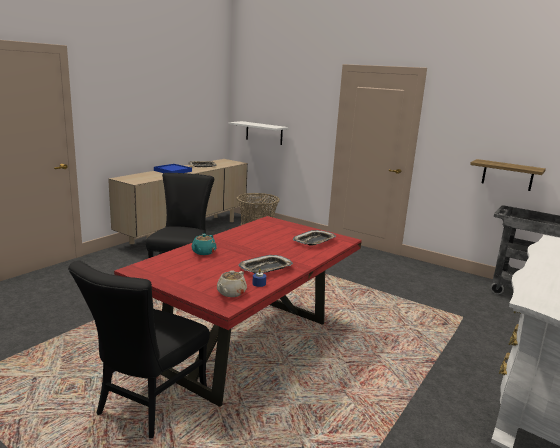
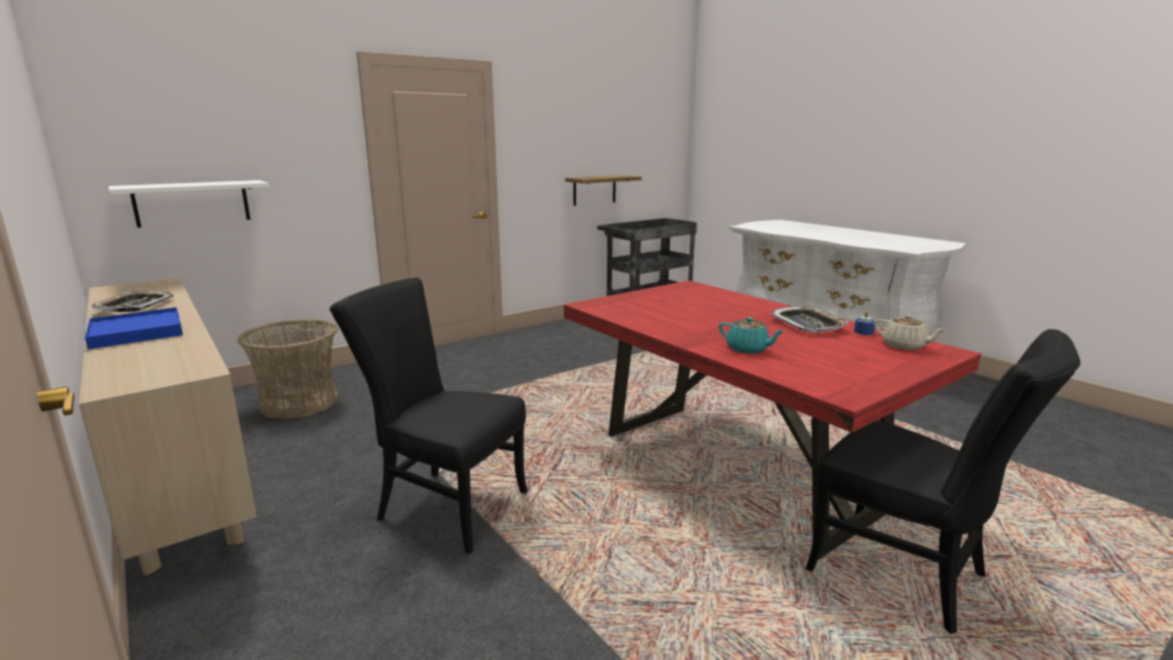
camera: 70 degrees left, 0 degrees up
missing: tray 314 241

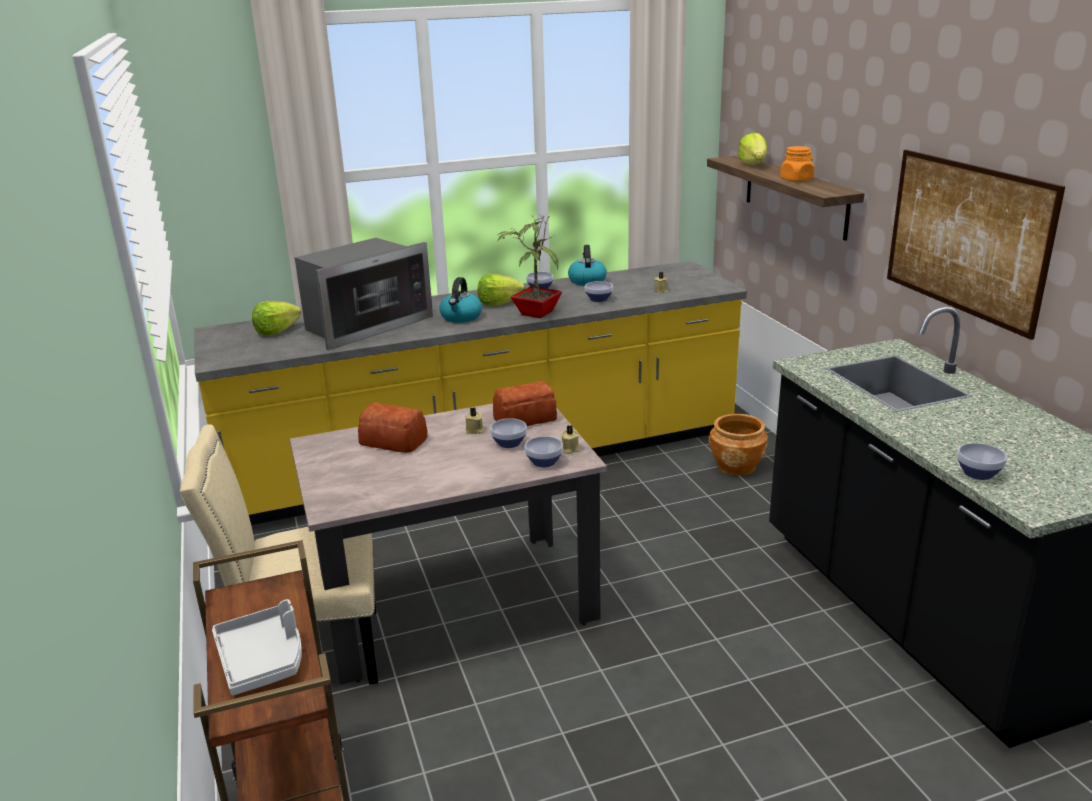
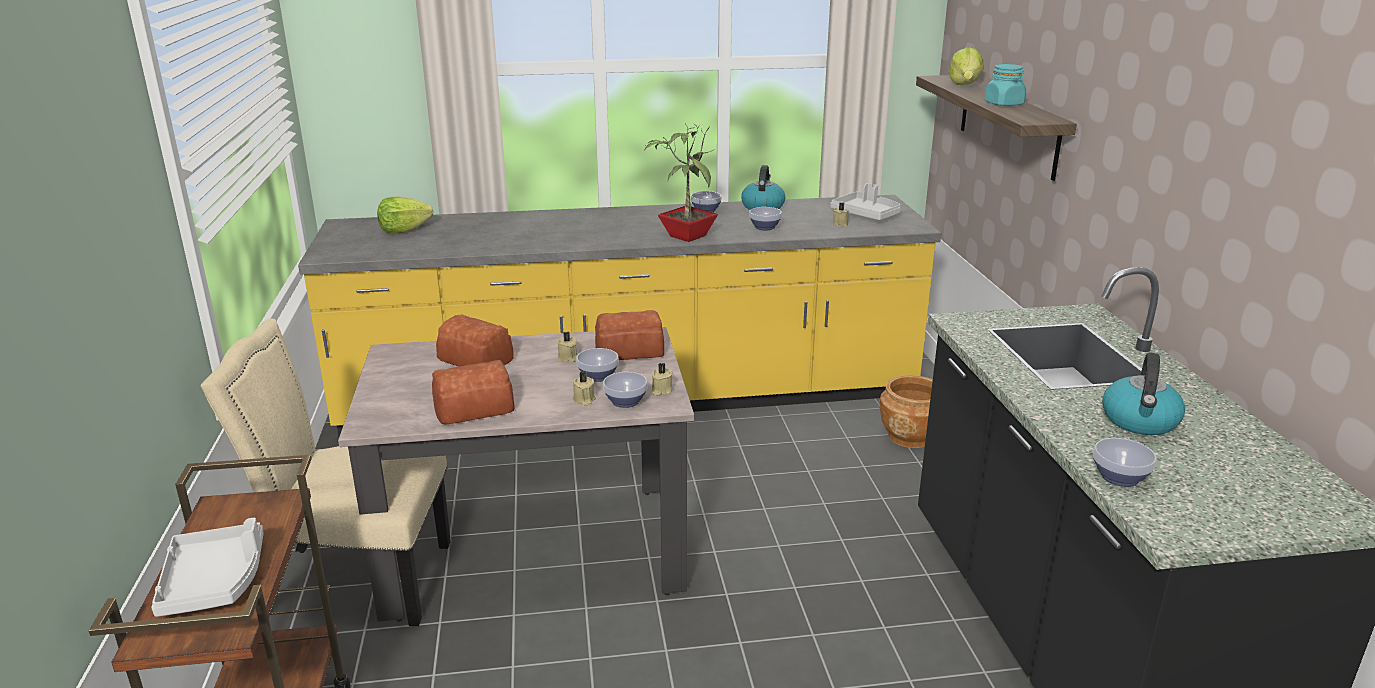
camera: 10 degrees right, 0 degrees up
missing: picture 966 238; microwave 364 325; lettuce 498 303
appeared: tray in grey 866 215; bread 472 408; candle in beige 584 400
relocated: kettle 461 317 to 1140 421
colour: jar in orange 796 179 to jar in turquoise 1004 104

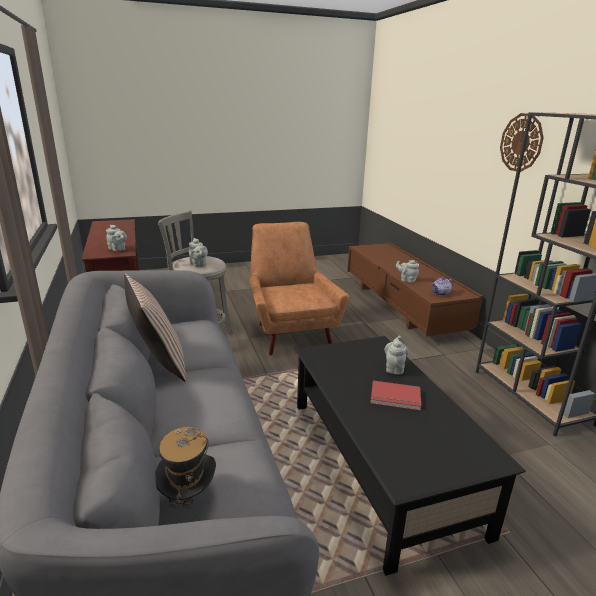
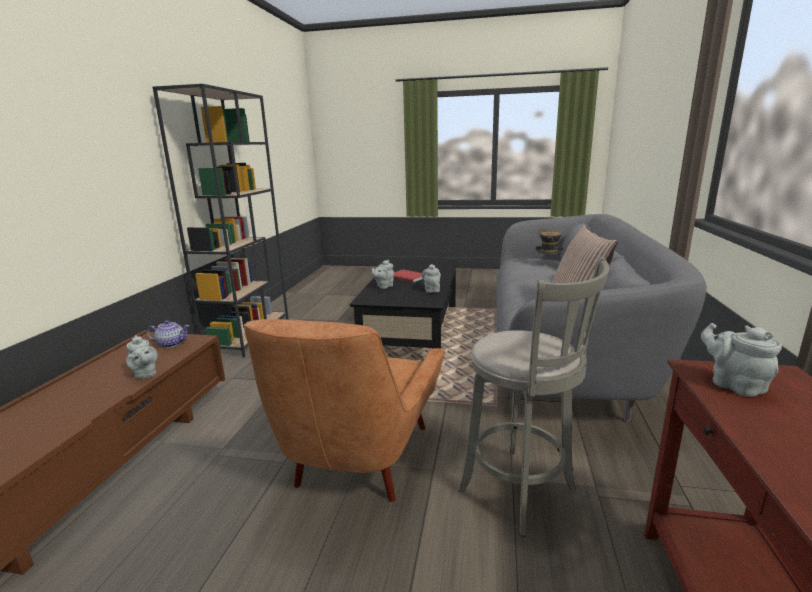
camera: 150 degrees left, 5 degrees down
missing: wall clock 521 142
relocated: teapot in grey 198 264 to 431 290

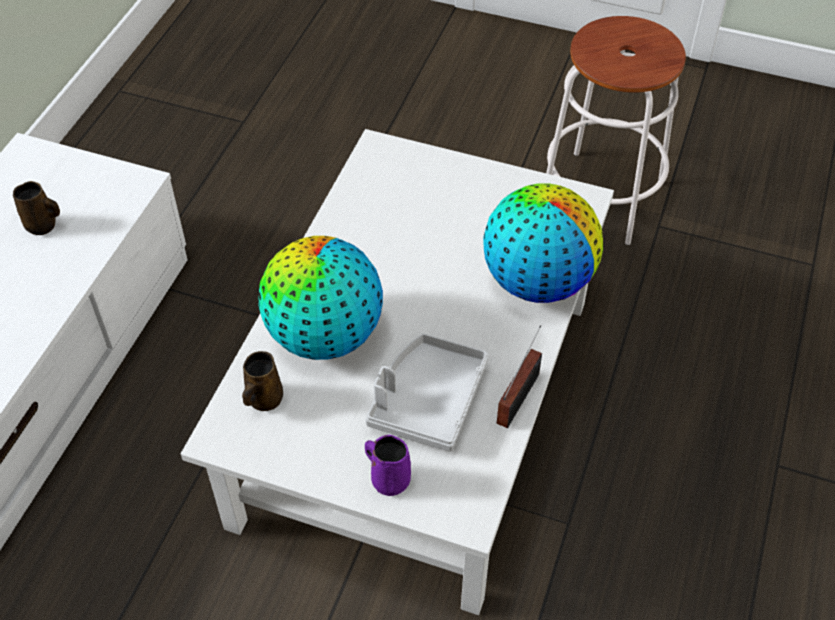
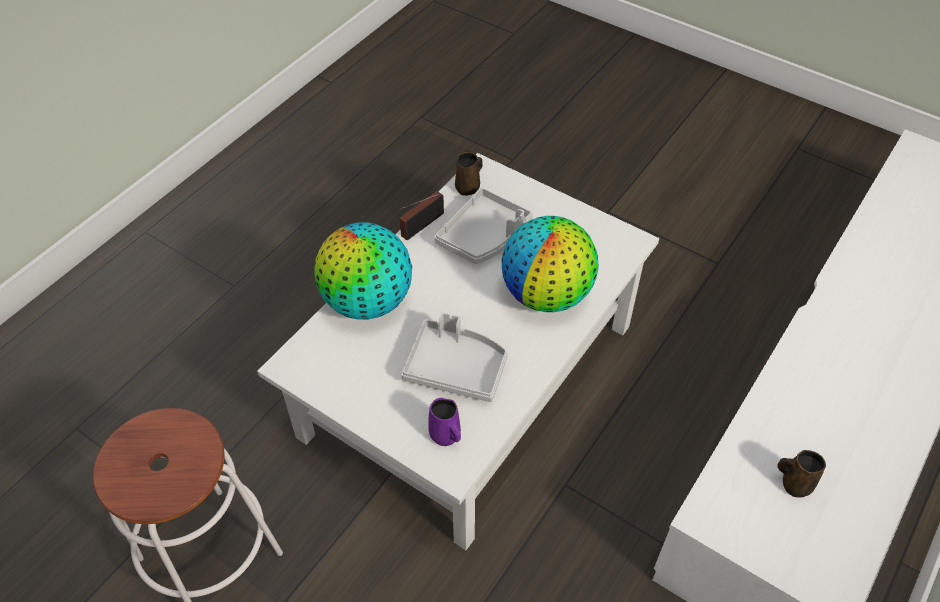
camera: 165 degrees left, 0 degrees up
appeared: tray in grey 456 368
relocated: mug in brown 263 399 to 468 187; mug in purple 389 479 to 446 436

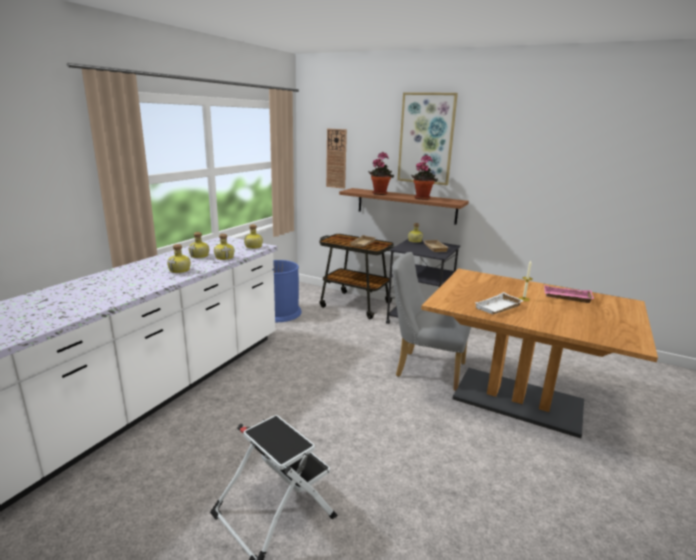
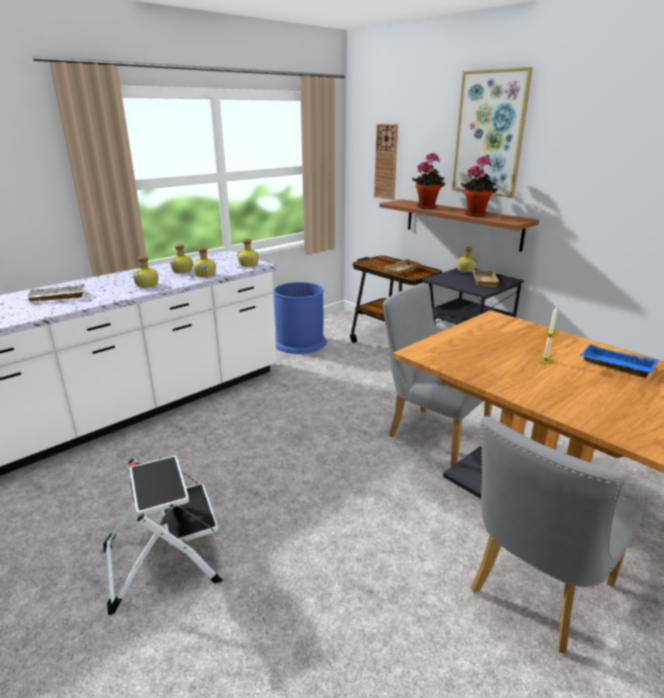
camera: 20 degrees right, 5 degrees up
appeared: chair in grey 534 593
relocated: tray in white 499 308 to 56 297
colour: tray in pink 566 297 to tray in blue 615 365

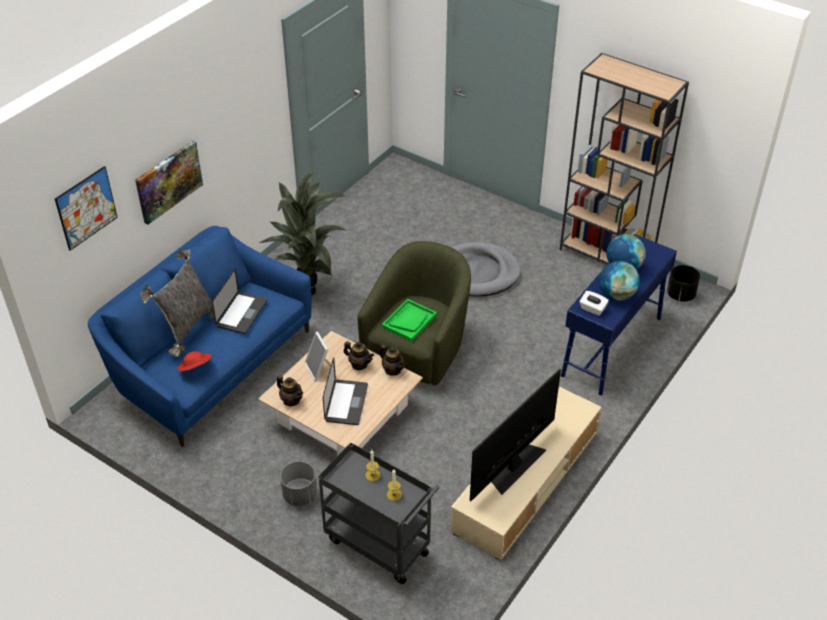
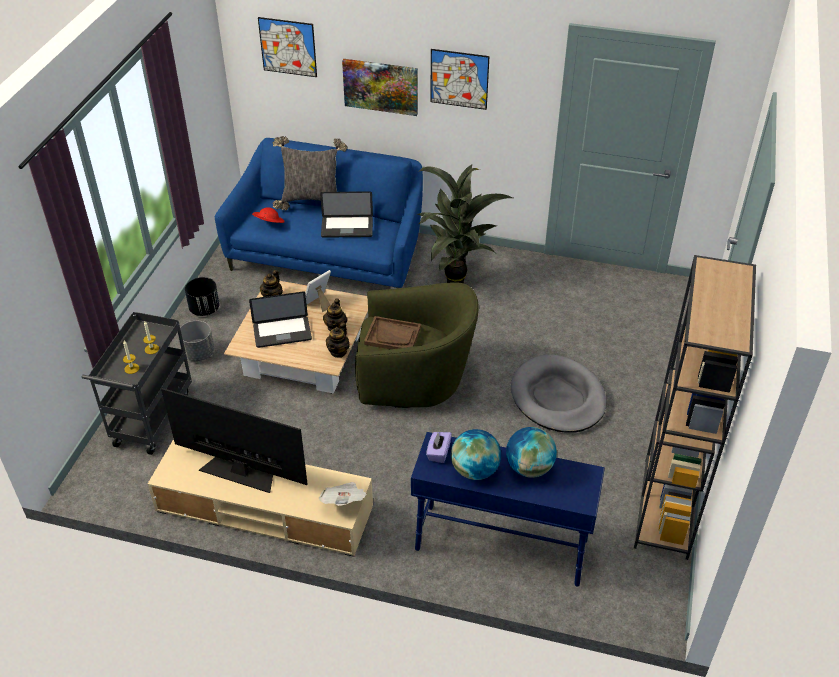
camera: 70 degrees right, 0 degrees up
appeared: picture 459 79; newspaper 344 501
relocated: planter in black 680 295 to 204 309
colour: tissue box in white 592 309 to tissue box in purple 438 453; tray in green 409 321 to tray in brown 393 336

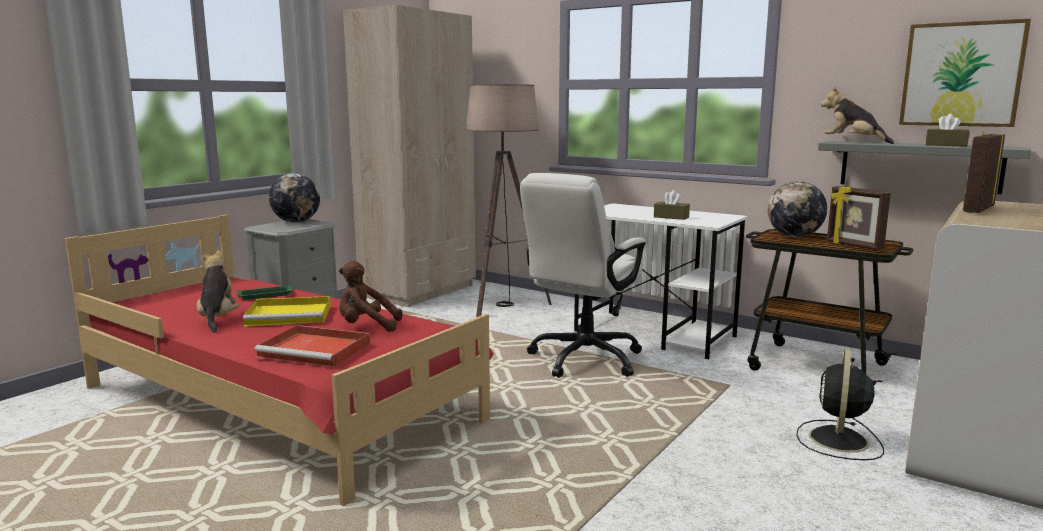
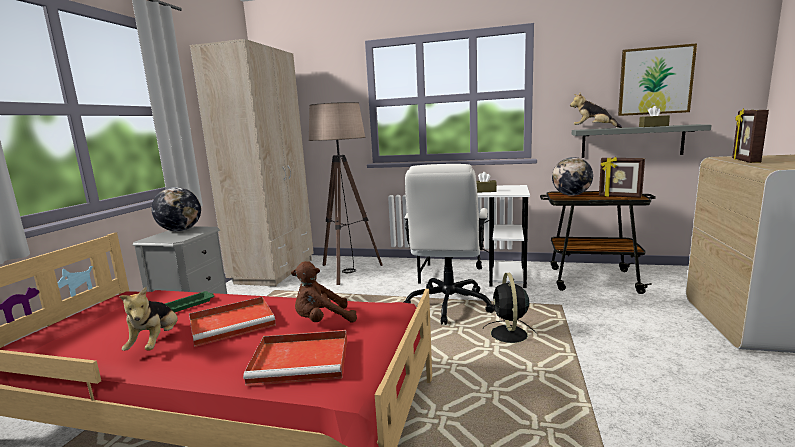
camera: 20 degrees left, 0 degrees up
relocated: fan in black 838 440 to 509 335
colour: tray in yellow 291 315 to tray in red 234 323
spun: plush toy 218 319 = 156 343 150 degrees counterclockwise

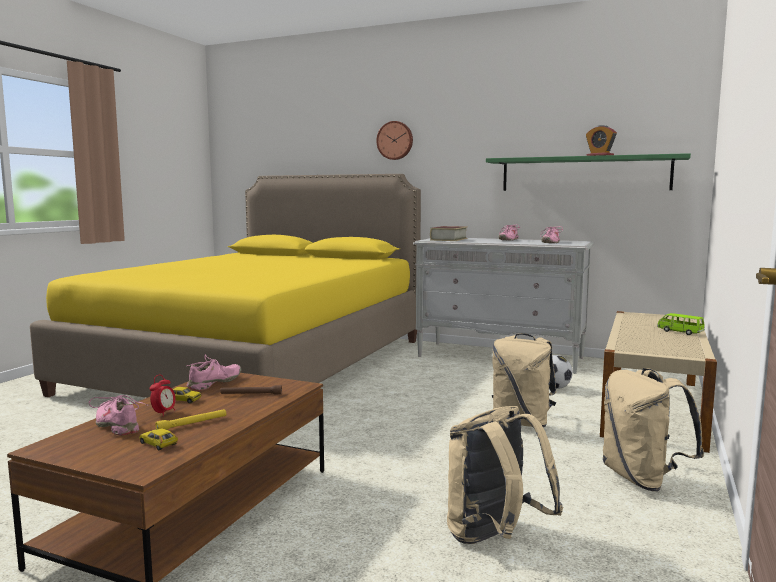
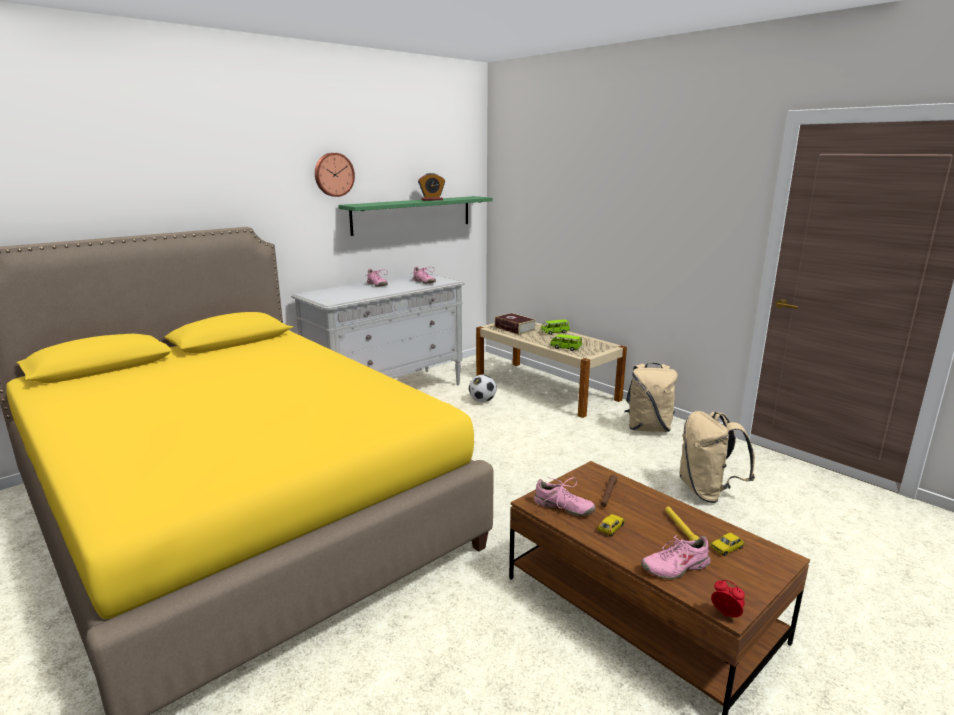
camera: 65 degrees left, 10 degrees up
missing: backpack in beige 522 422
appeared: toy car in green 565 348
relocated: wall clock 395 140 to 333 174; book 449 239 to 515 328; alarm clock 164 413 to 726 615
spun: shoe in pink 215 383 = 563 508 150 degrees clockwise

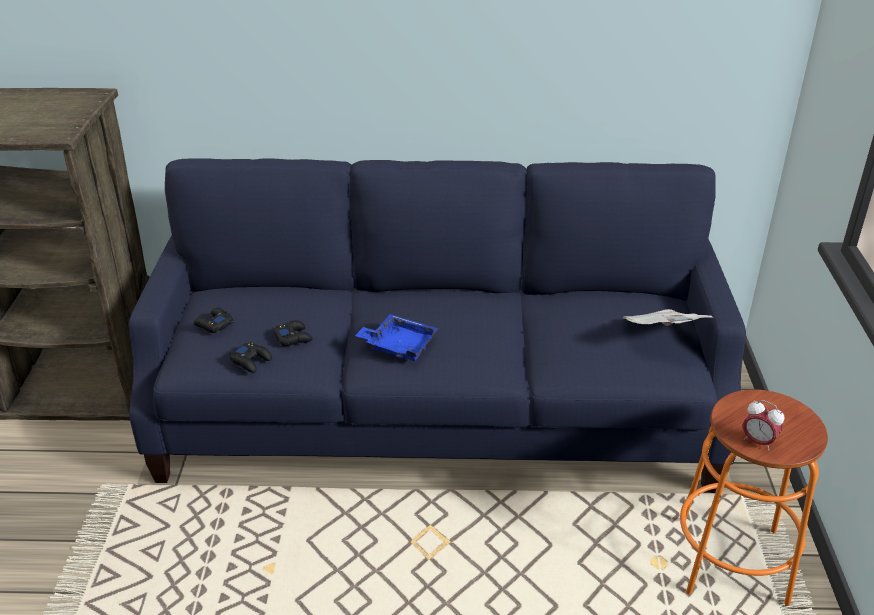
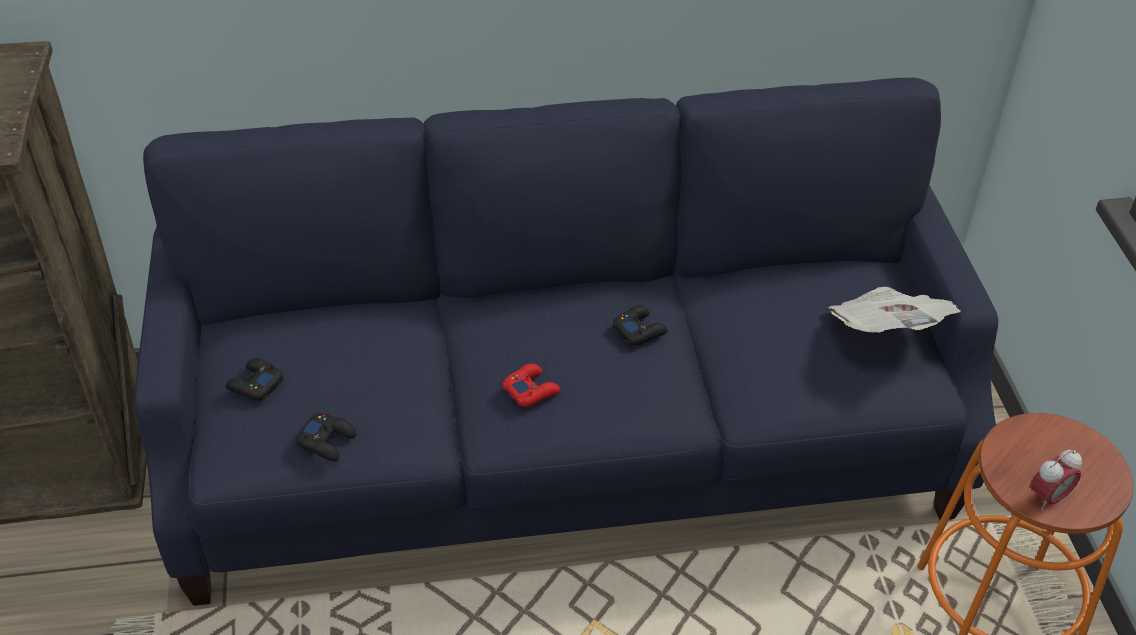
camera: 10 degrees left, 10 degrees up
relocated: game controller in black 293 337 to 639 330
exchanged: tray in blue 399 345 to game controller in red 531 390
spun: alarm clock 758 442 = 1048 497 60 degrees counterclockwise

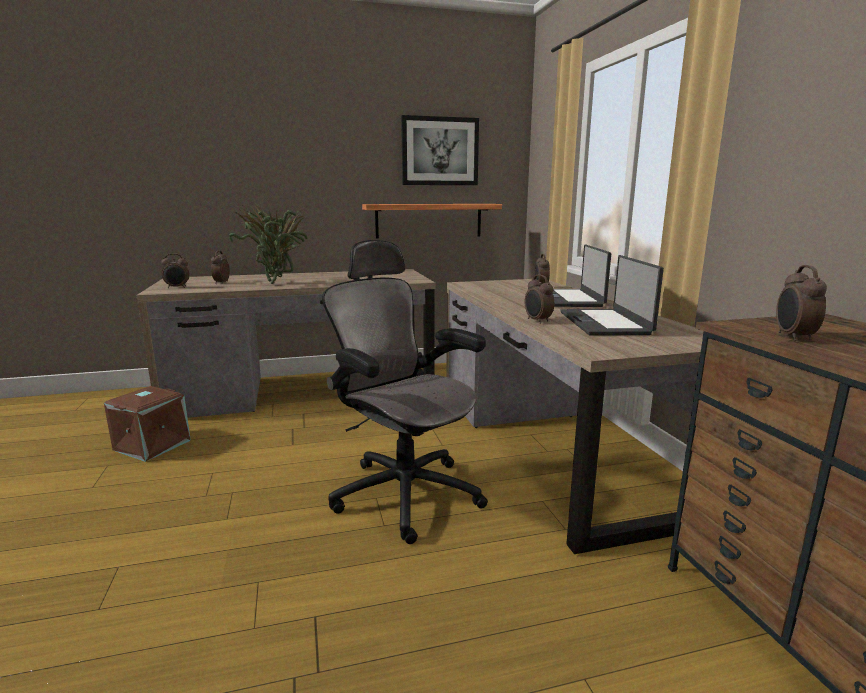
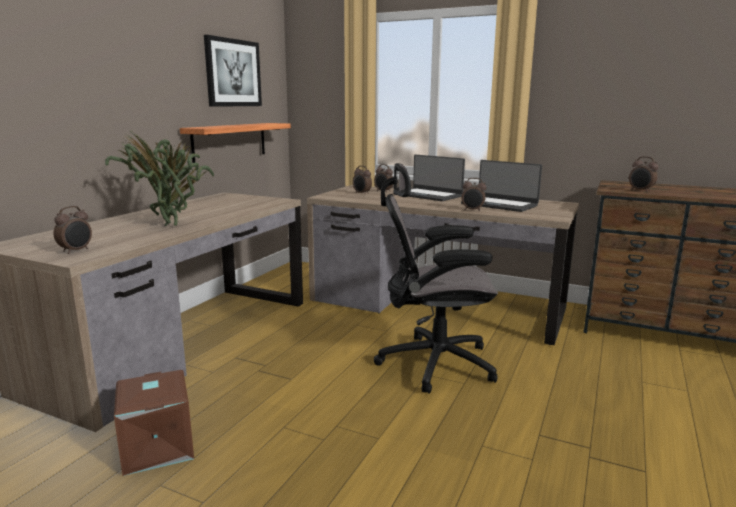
camera: 50 degrees left, 0 degrees up
relocated: alarm clock 221 283 to 361 193

